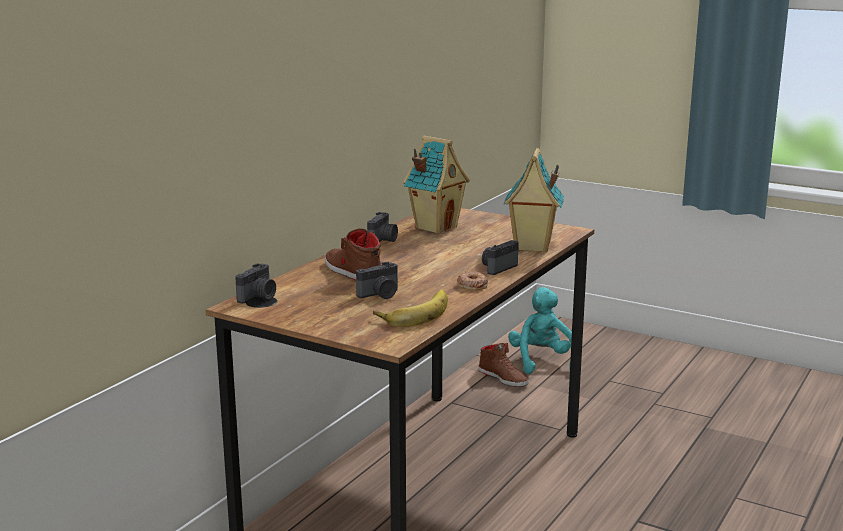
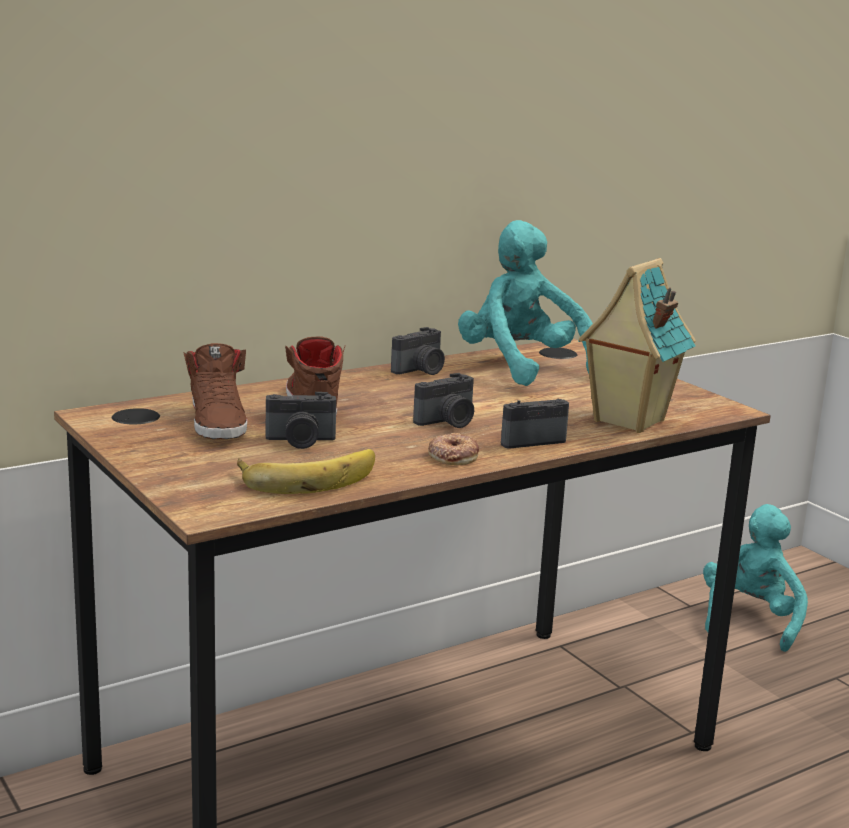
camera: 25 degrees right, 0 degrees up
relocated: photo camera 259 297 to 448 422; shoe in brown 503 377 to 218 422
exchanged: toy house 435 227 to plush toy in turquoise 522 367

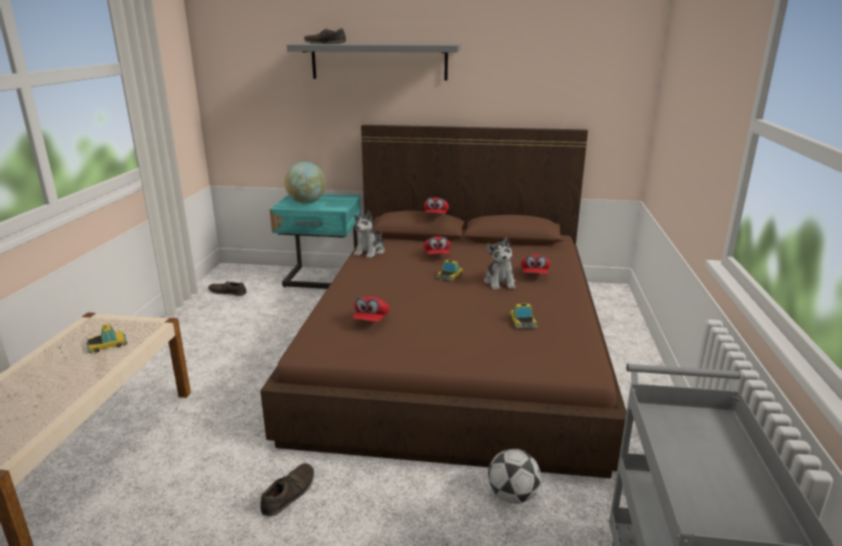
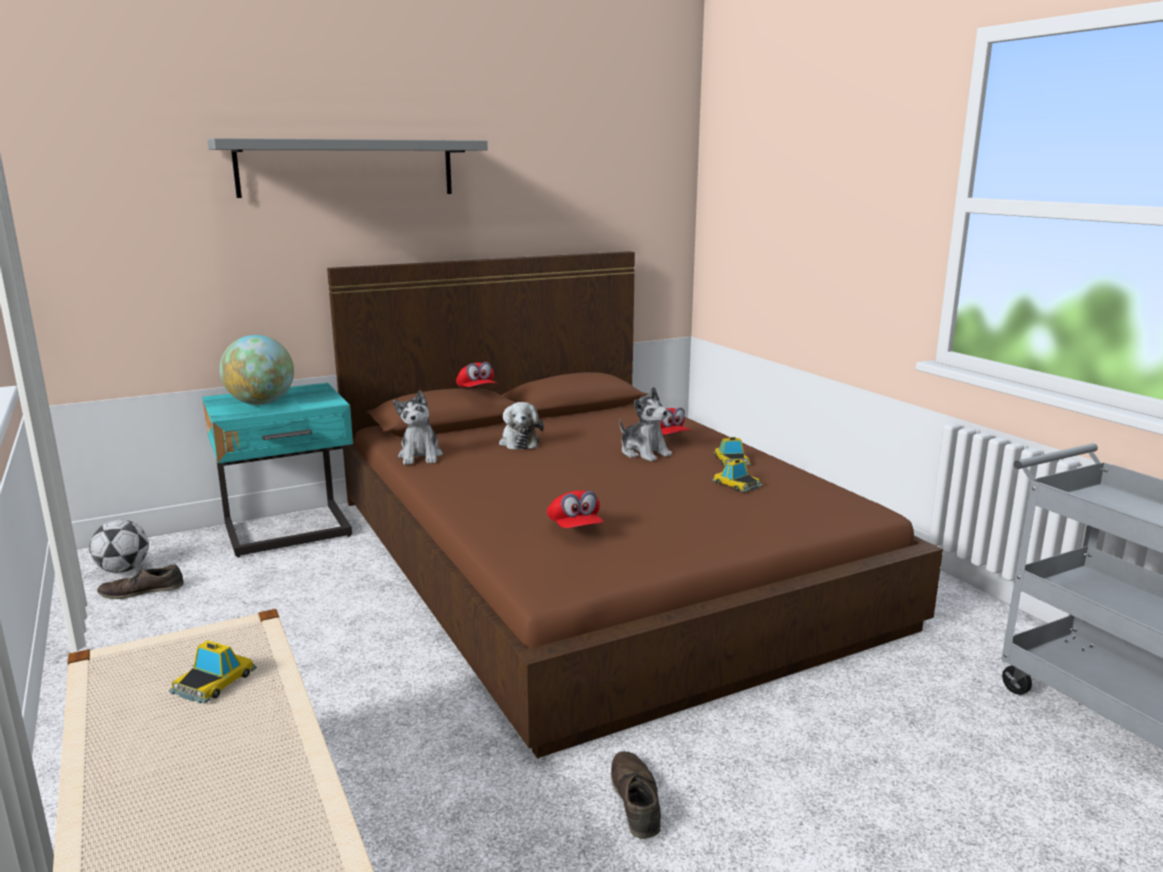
camera: 35 degrees left, 5 degrees down
missing: shoe in brown 325 43
relocated: toy car 449 275 to 731 460; football 512 496 to 123 570
exchanged: cap in red 437 256 to plush toy 519 442

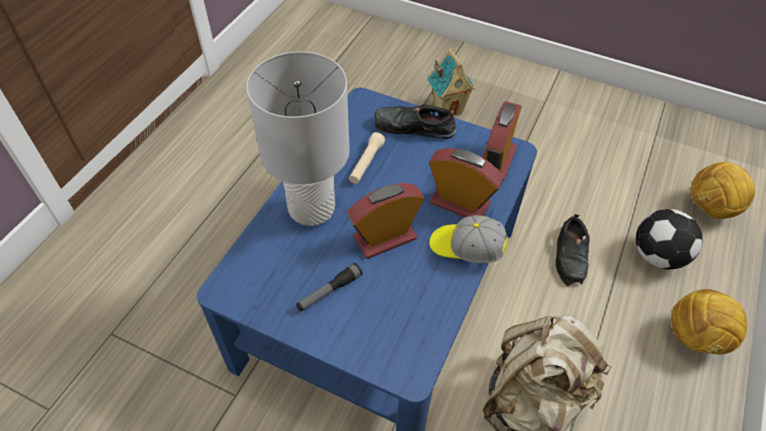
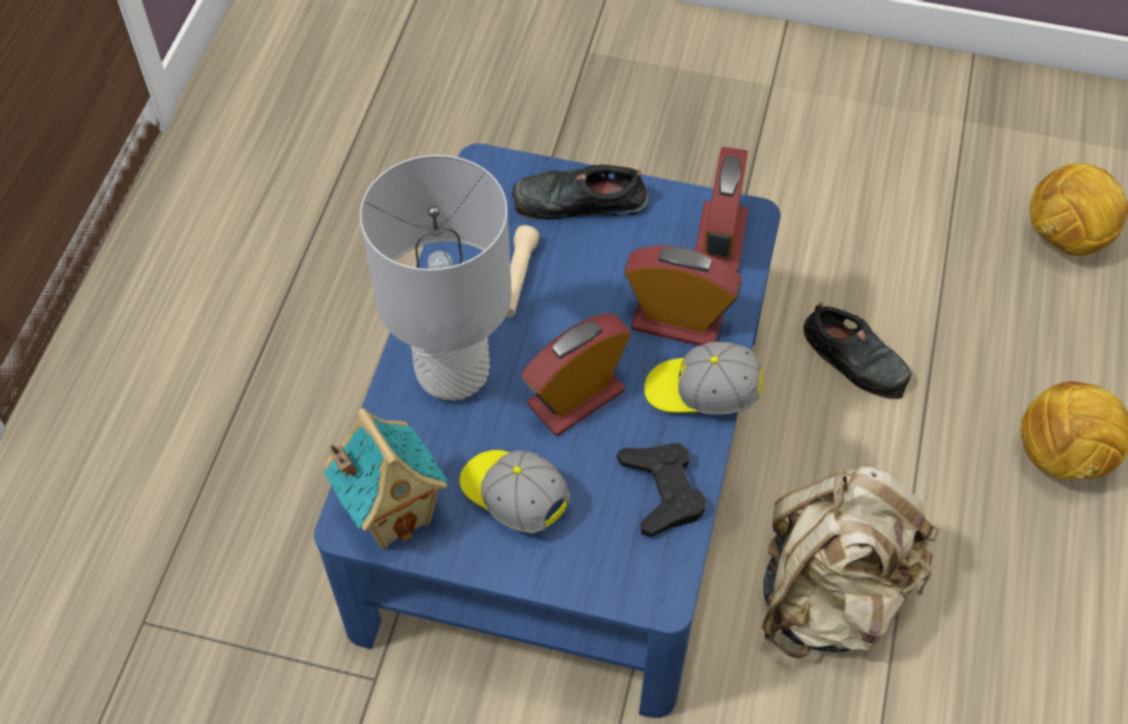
camera: 10 degrees left, 5 degrees up
missing: football 658 255
appeared: game controller in black 662 491
relocated: toy house 448 108 to 394 513
exchanged: flashlight 329 291 to cap 513 496
spun: shoe in black 571 256 = 856 358 45 degrees counterclockwise

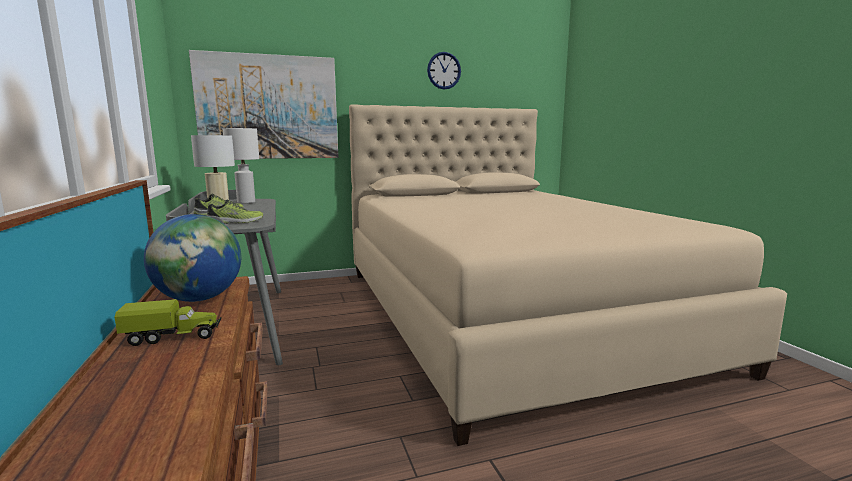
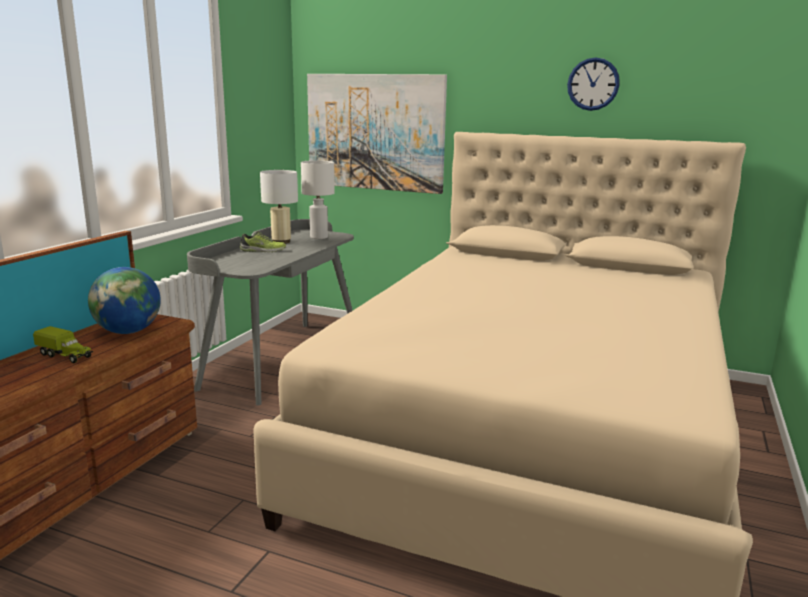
camera: 40 degrees right, 5 degrees up
missing: shoe 235 222

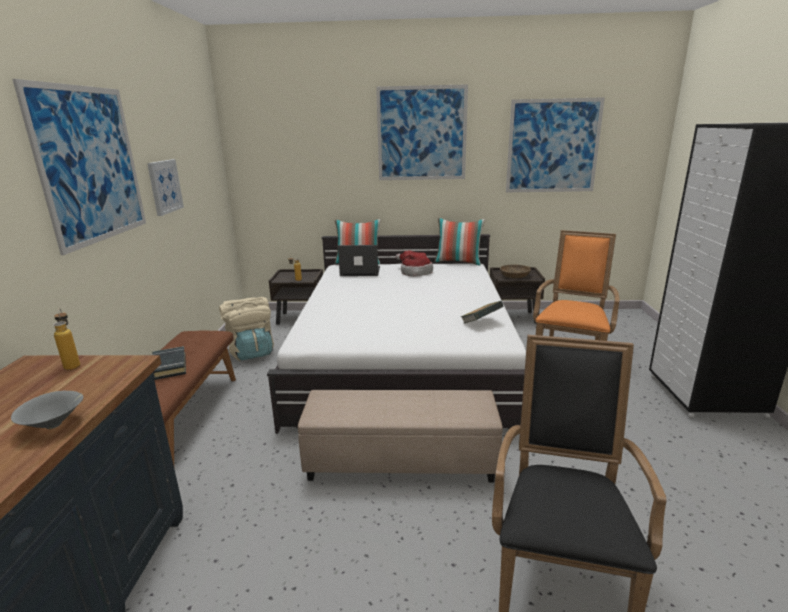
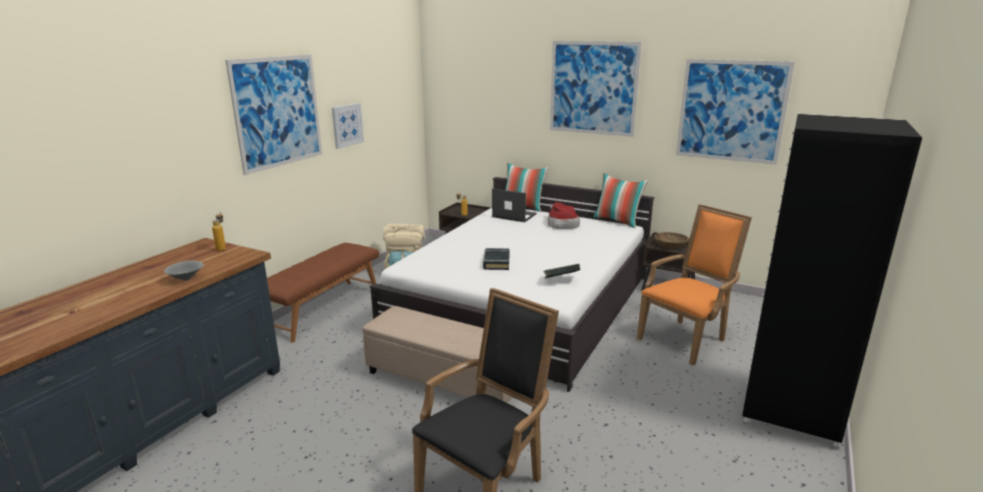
camera: 25 degrees right, 0 degrees up
relocated: book in black 169 366 to 496 262

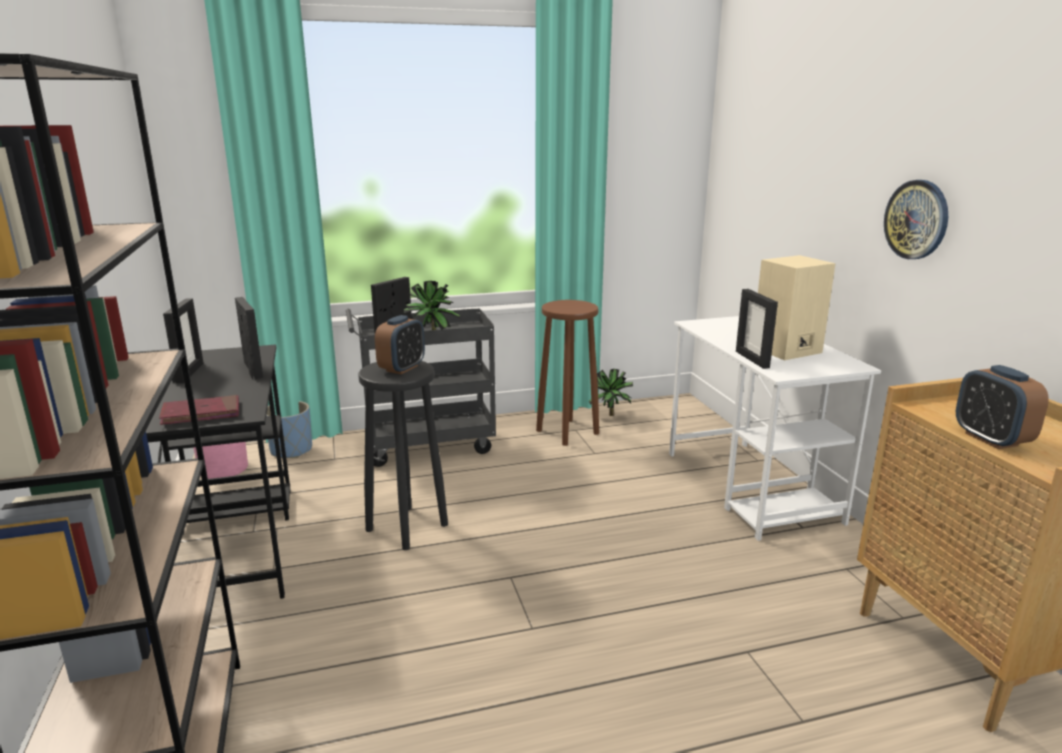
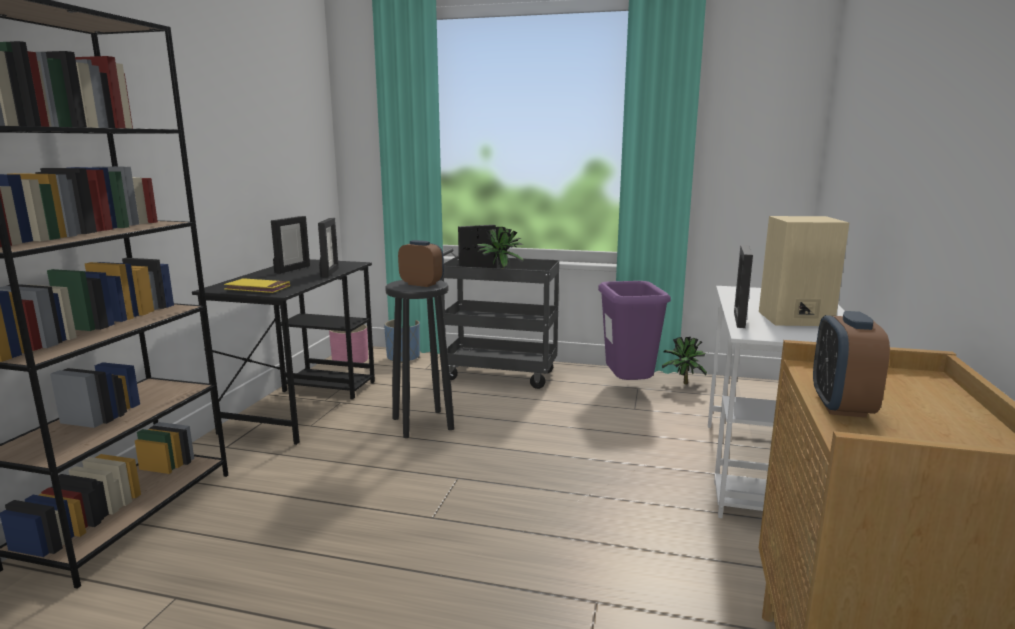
camera: 30 degrees right, 5 degrees down
missing: wall clock 916 219
exchanged: stool in brown 568 432 to trash can in purple 628 388
colour: book in red 201 414 to book in yellow 258 289
spun: alarm clock 402 368 = 422 284 120 degrees counterclockwise

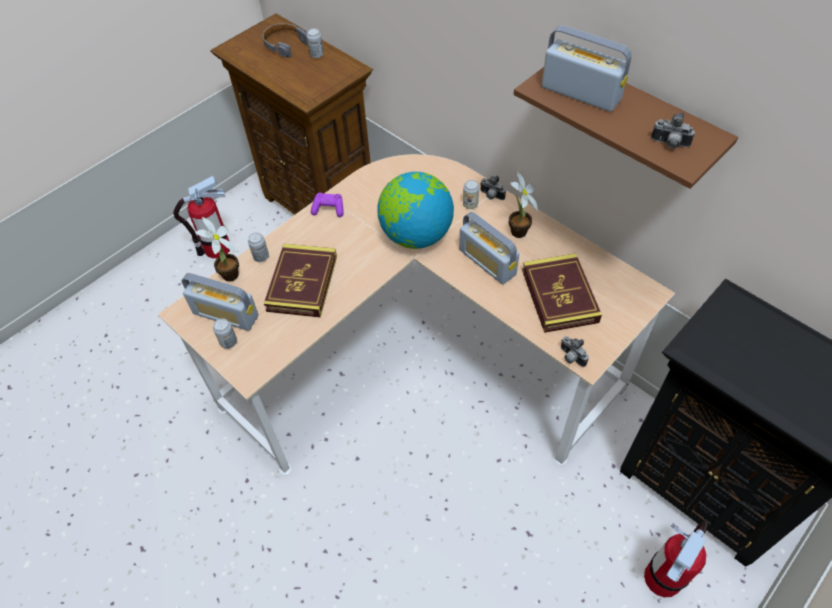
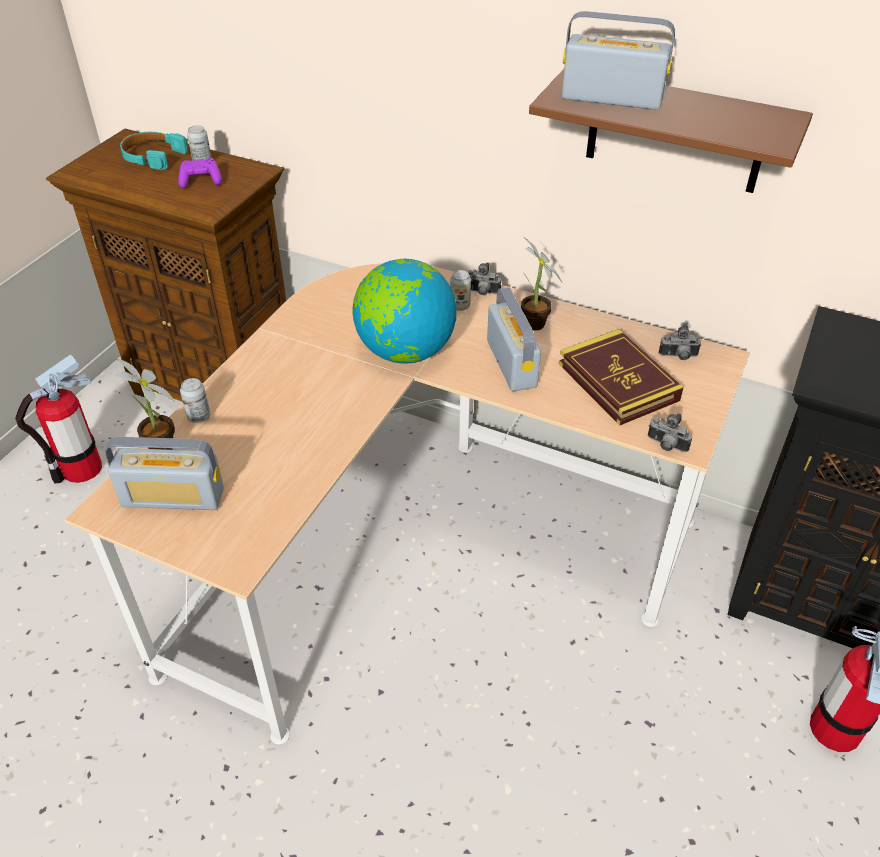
camera: 20 degrees left, 10 degrees down
missing: book 302 283; can 229 342
relocated: photo camera 669 144 to 678 357; game controller in purple 329 209 to 201 181
colour: headphones in grey 285 44 to headphones in turquoise 153 157
spun: radio 487 262 = 511 363 135 degrees counterclockwise

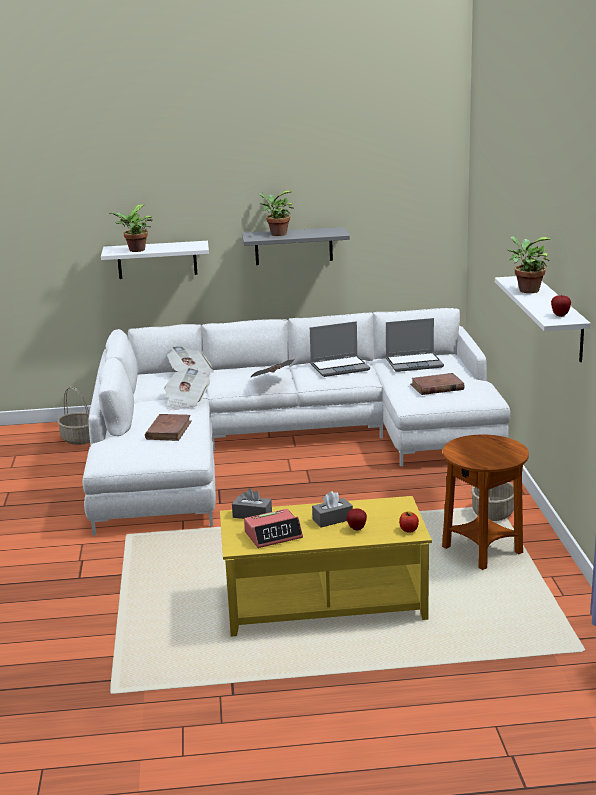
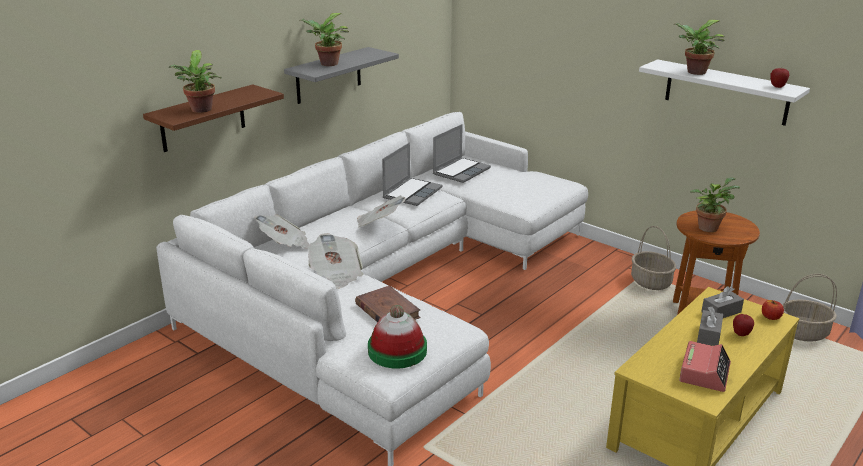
camera: 45 degrees left, 5 degrees up
missing: book in brown 437 387
appeared: potted plant 708 227; hat 397 351
relocated: basket 80 439 to 803 332; tissue box in grey 252 515 to 721 312
colour: shelf in white 157 260 to shelf in brown 203 118

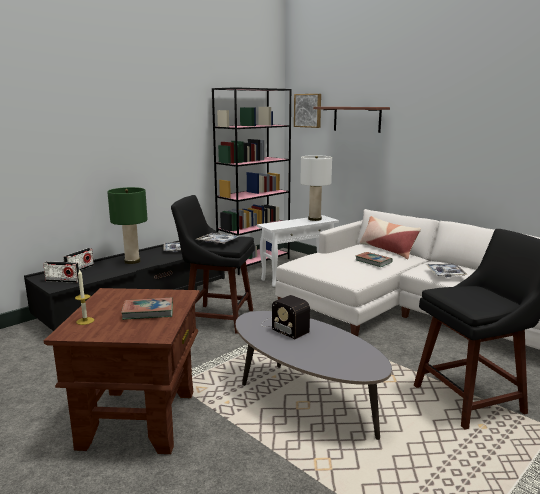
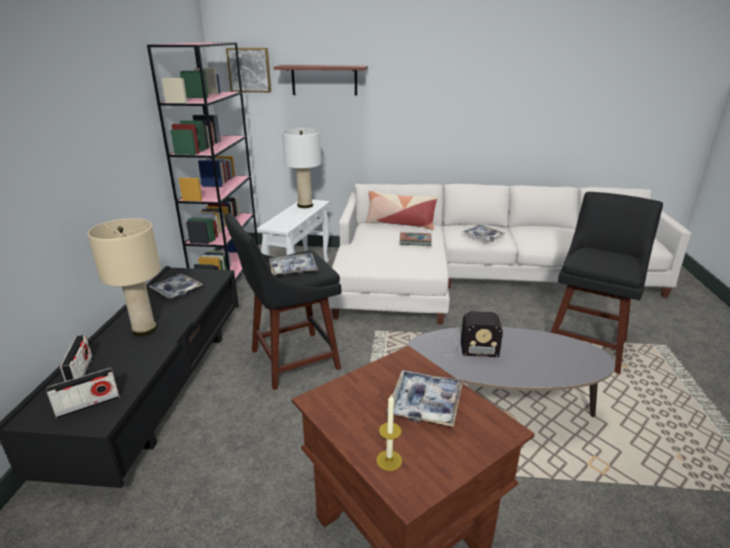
camera: 40 degrees left, 10 degrees up
exchanged: book 148 312 to tray 425 404
colour: table lamp in green 132 261 to table lamp in beige 144 330

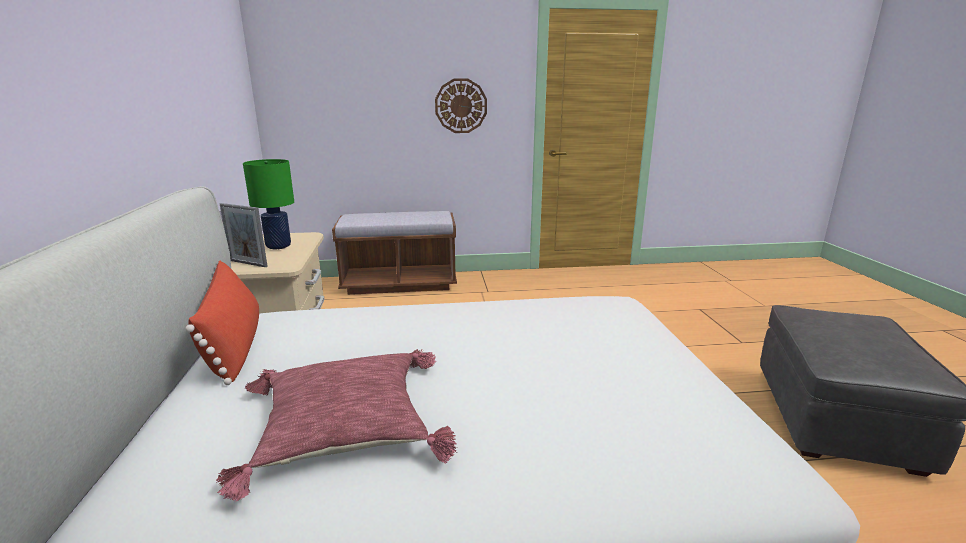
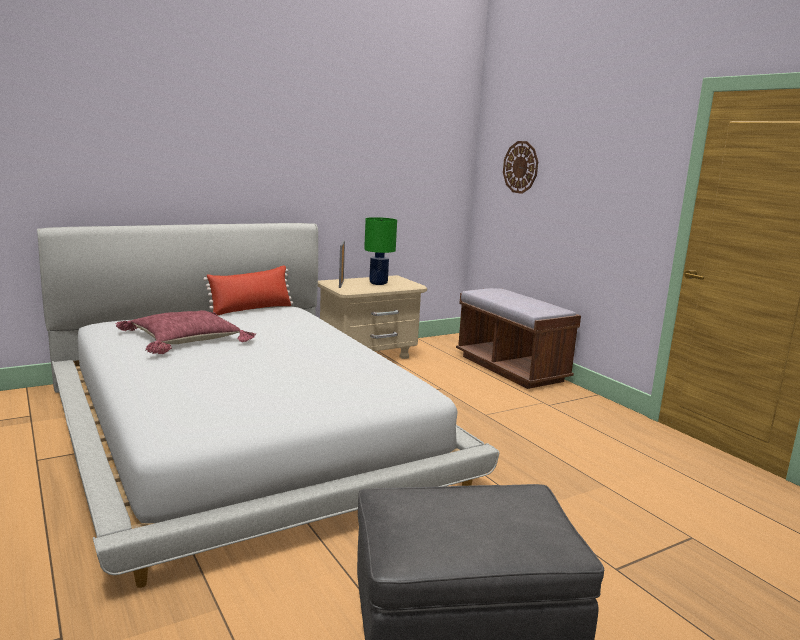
camera: 65 degrees right, 5 degrees down
relocated: wall clock 461 106 to 520 167

